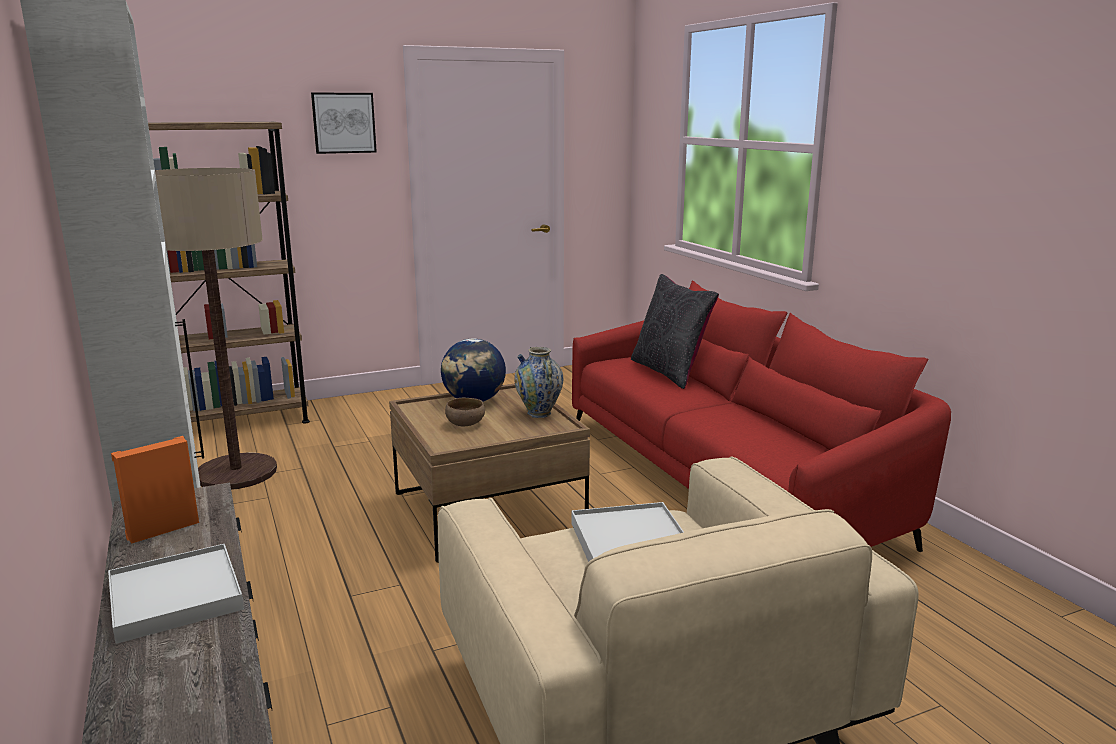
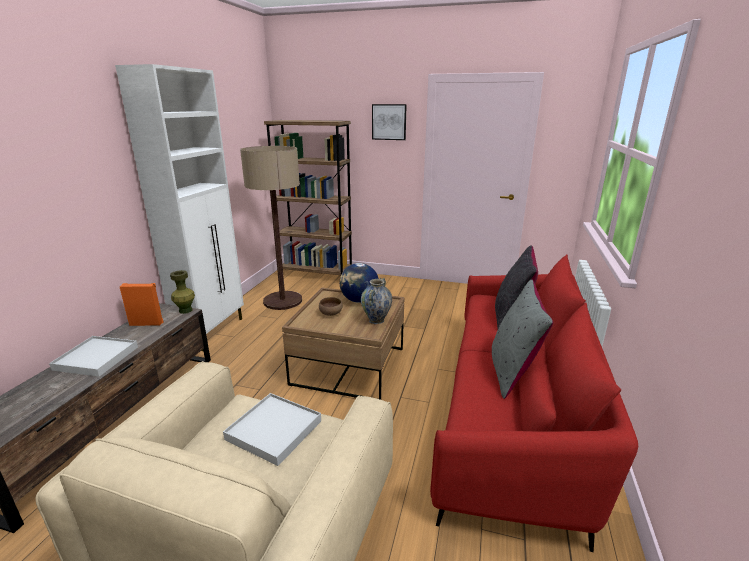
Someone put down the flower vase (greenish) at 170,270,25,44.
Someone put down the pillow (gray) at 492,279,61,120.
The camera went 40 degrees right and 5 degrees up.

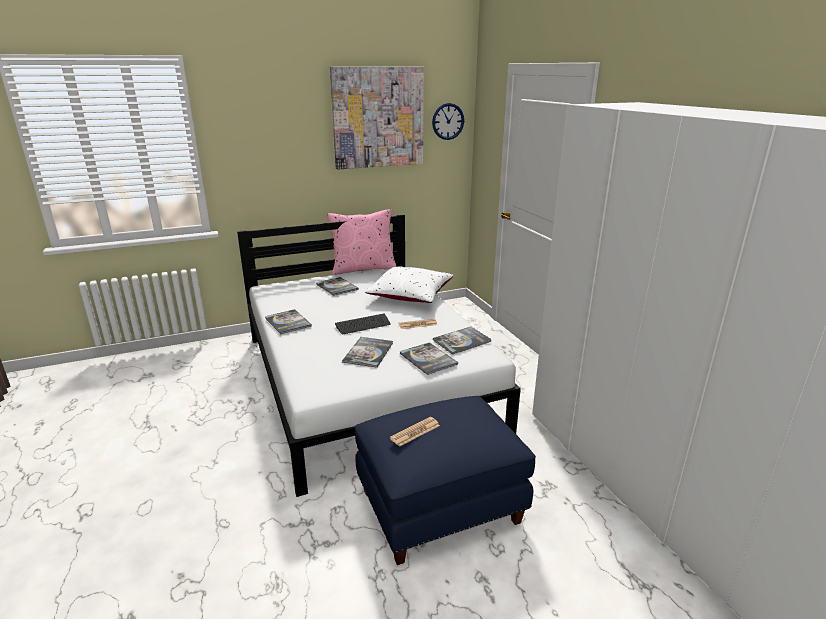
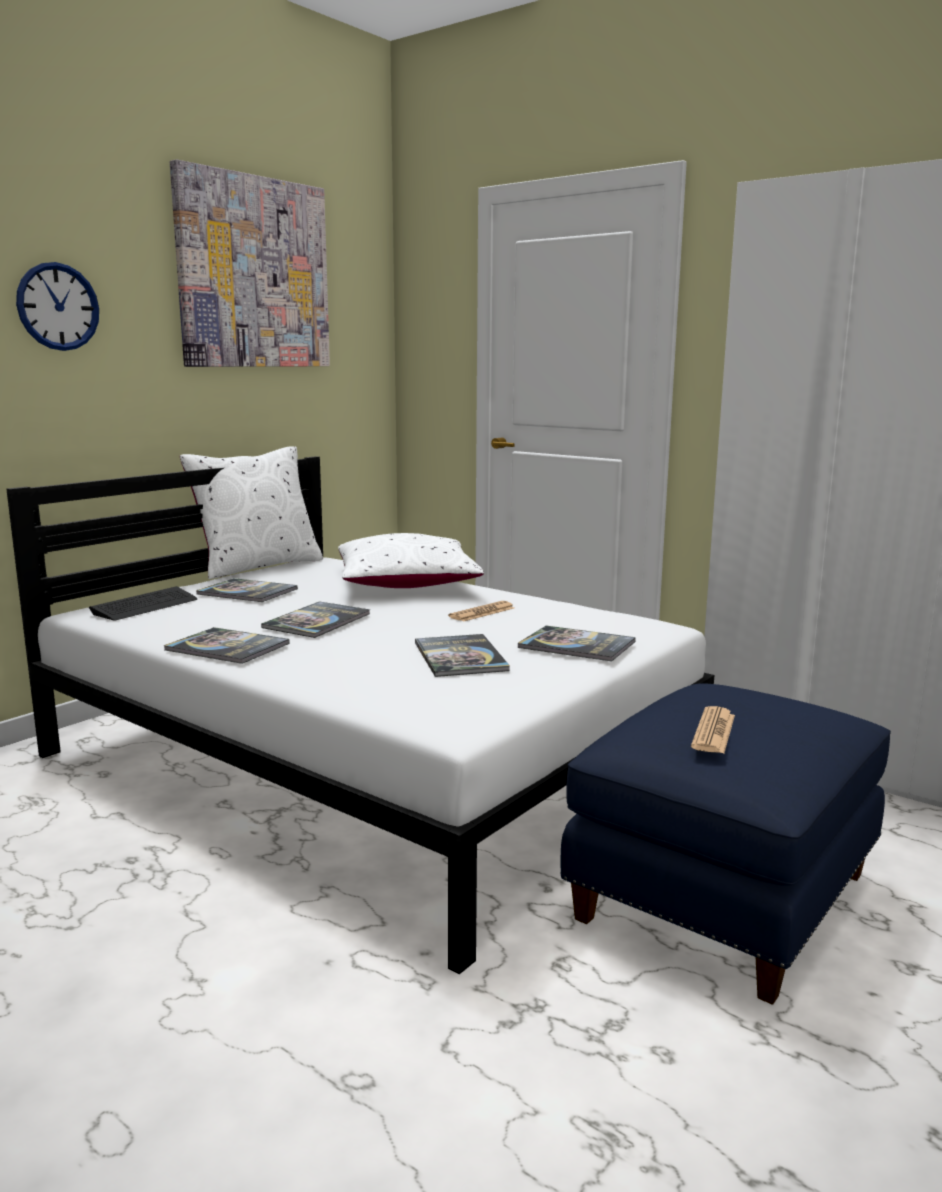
Someone carried the wall clock from 432,103,32,37 to 16,262,83,89.
Someone carried the PC keyboard from 335,313,56,21 to 89,586,108,34.
Someone repainted the pillow (pink-coloured) at 327,209,70,66, which became the pillow (whitish) at 180,446,143,133.
Someone carried the bound book from 433,327,59,27 to 261,601,109,37.
The camera went 30 degrees left and 10 degrees down.

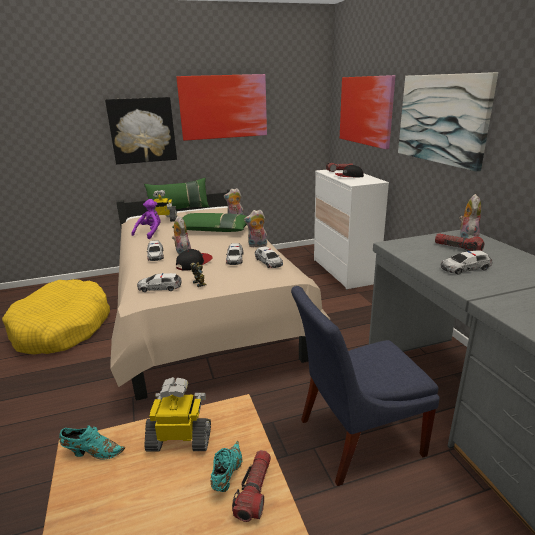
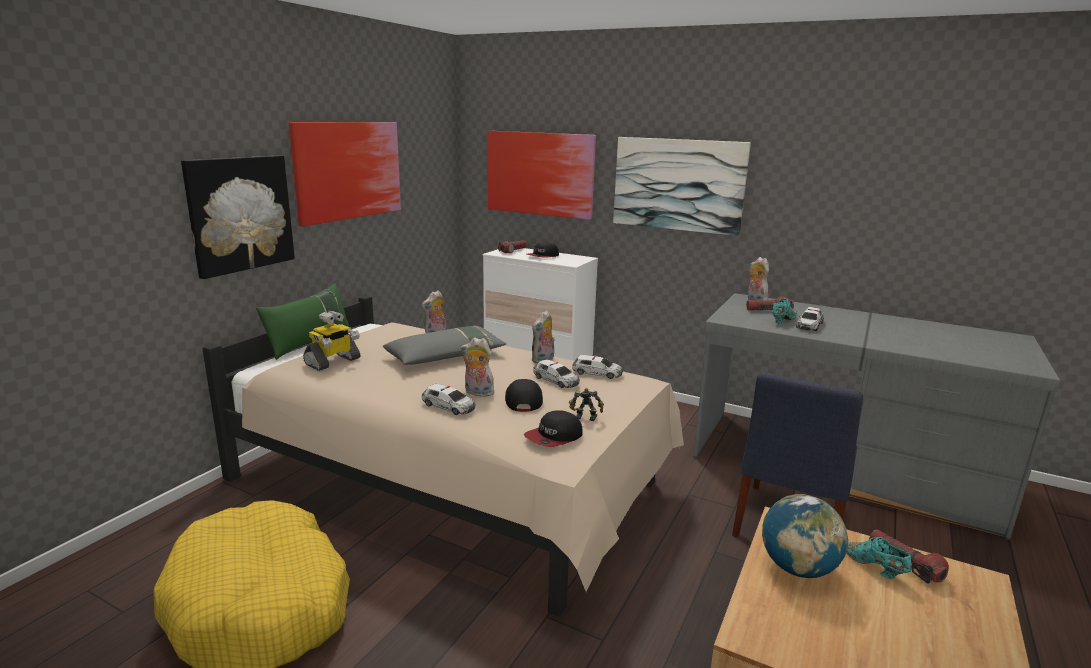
Someone repainted the pillow (greenish) at 172,213,75,19, which became the pillow (gray) at 383,326,124,39.
Someone swapped the toy car at 137,273,45,19 for the cap at 524,410,59,37.
Someone swapped the robot figure at 144,377,67,75 for the globe at 762,494,86,84.
Someone carried the shoe (turquoise-coloured) from 59,426,66,34 to 771,299,26,25.
Someone took away the cuddly toy (purple-coloured) at 131,199,30,40.
The camera went 45 degrees left and 5 degrees down.

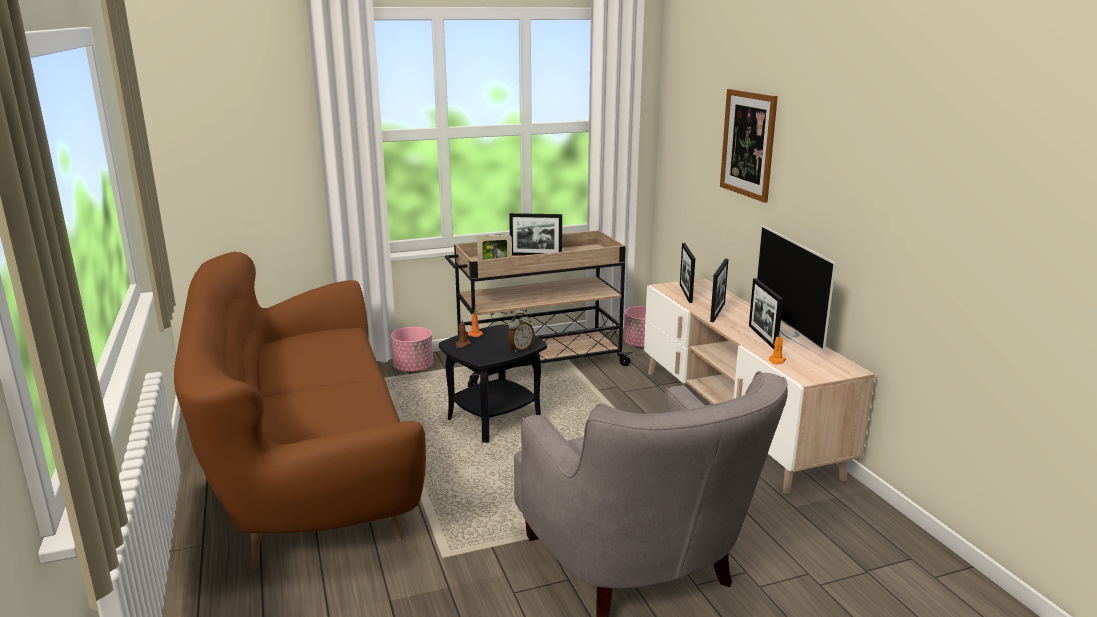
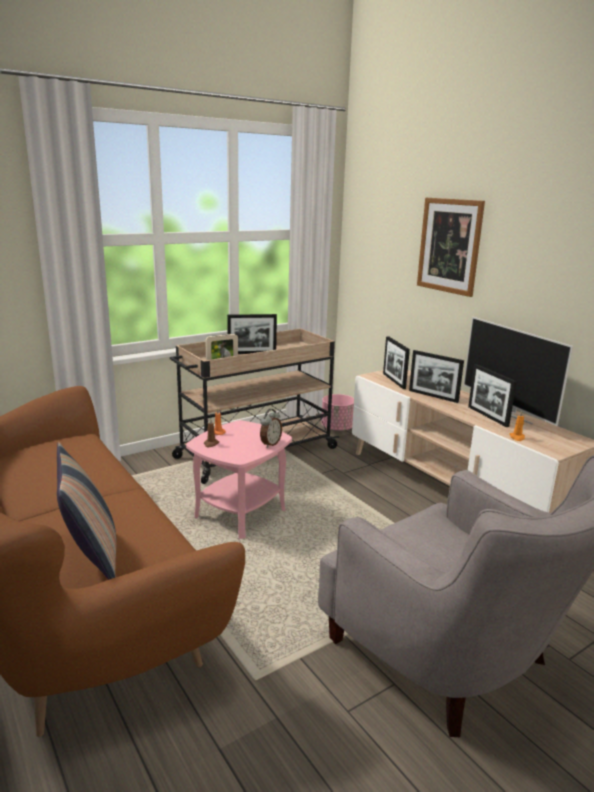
Someone put down the pillow at 57,442,60,138.
Someone repainted the end table (black-coloured) at 439,324,108,119, which became the end table (pink-coloured) at 186,420,106,119.
Someone rotated the picture frame at 710,259,19,63 by 120 degrees clockwise.
Someone took away the planter (pink-coloured) at 391,327,42,46.
The camera went 15 degrees left and 0 degrees up.

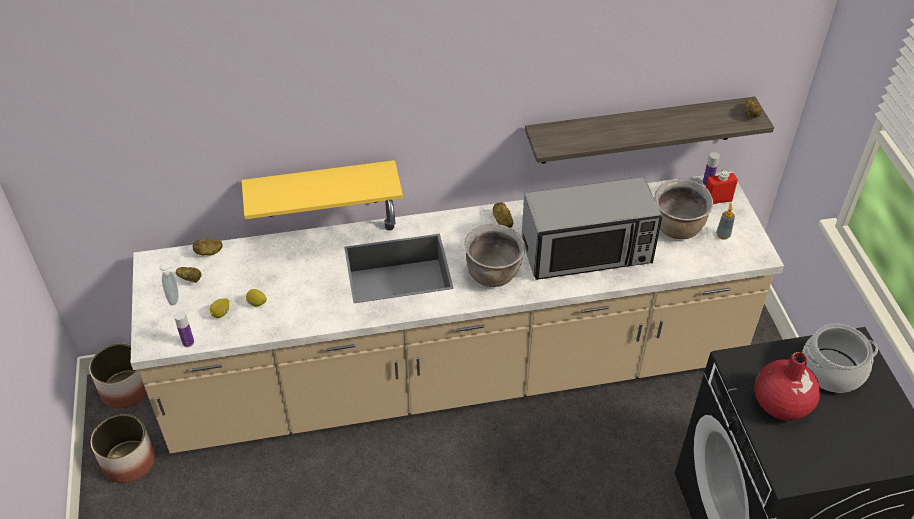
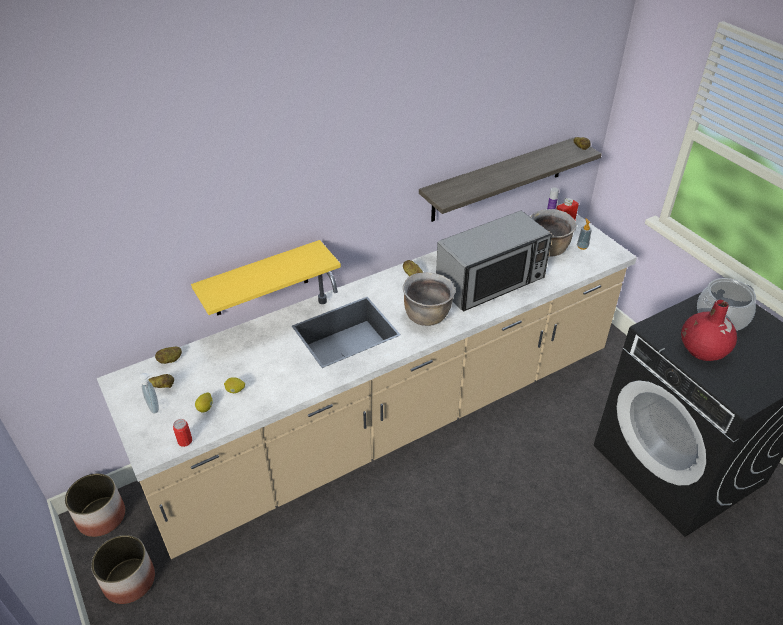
Someone swapped the drink bottle at 174,311,20,36 for the metal can at 173,419,19,28.
The camera went 20 degrees left and 5 degrees down.

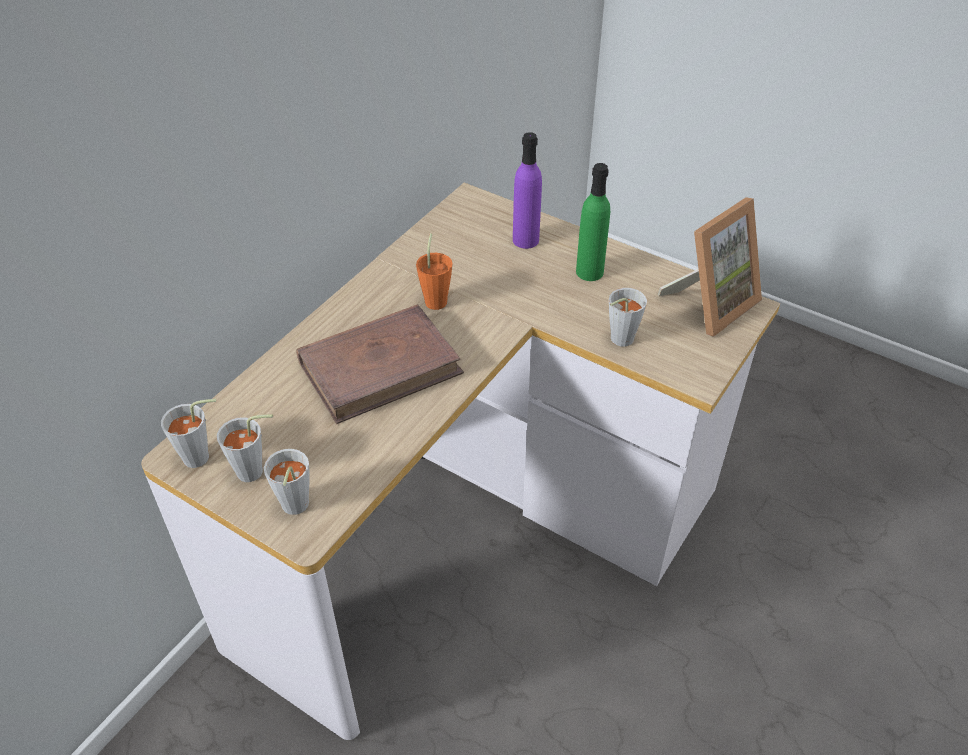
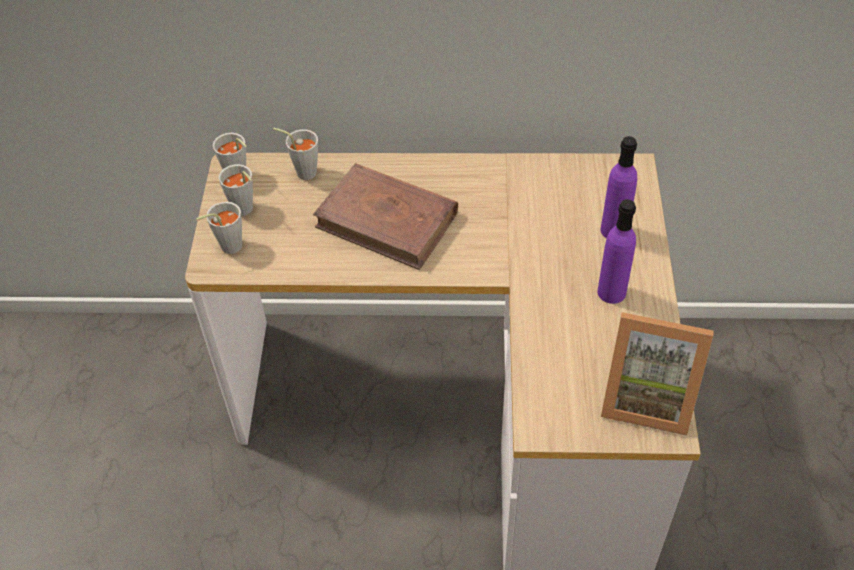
Someone carried the small cup (gray) from 609,288,38,59 to 273,128,45,52.
Someone repainted the drink bottle (greenish) at 576,163,34,118, which became the drink bottle (purple-coloured) at 598,199,38,105.
Someone took away the small cup (orange) at 416,233,36,77.
The camera went 60 degrees right and 5 degrees up.

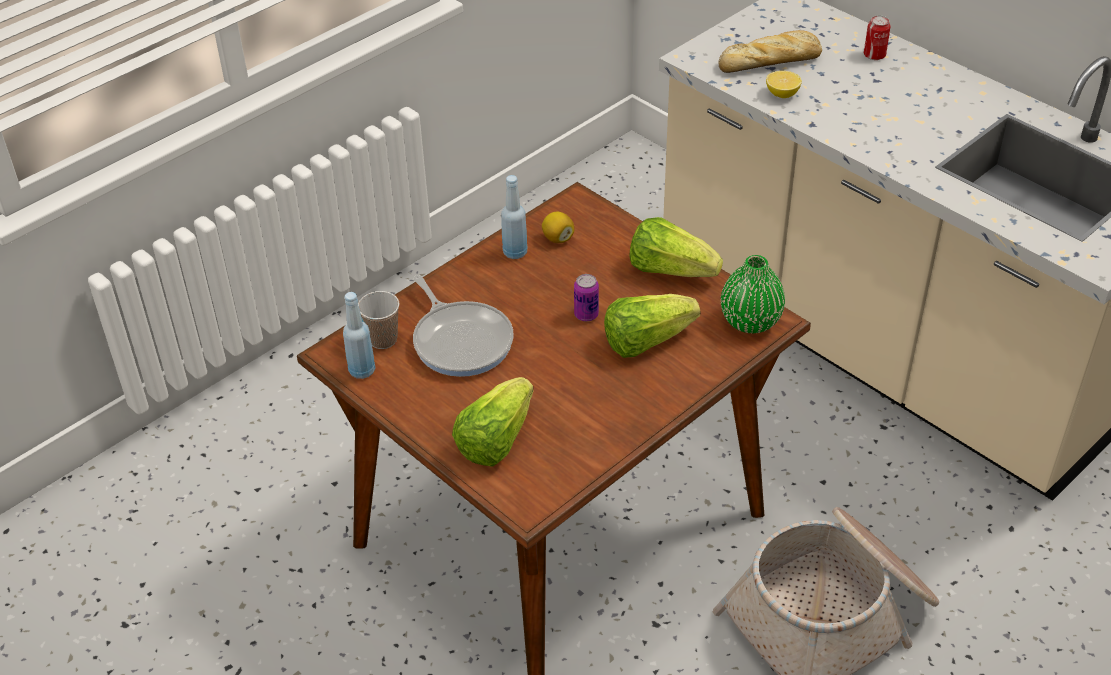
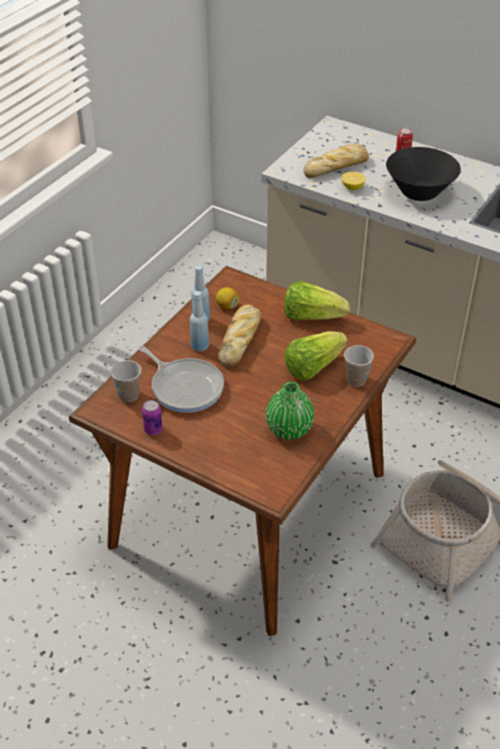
Someone carried the metal can from 574,274,25,47 to 142,400,21,35.
Someone carried the drink bottle (bluish) from 343,292,32,87 to 190,291,19,61.
Someone put down the bakery bread at 218,304,44,63.
Someone carried the flower vase (greenish) from 721,255,64,78 to 266,382,48,58.
Someone put down the small cup at 344,345,30,42.
Someone put down the serving bowl (black-coloured) at 386,147,75,54.
Someone took away the lettuce head at 452,377,81,90.
The camera went 15 degrees left and 0 degrees up.

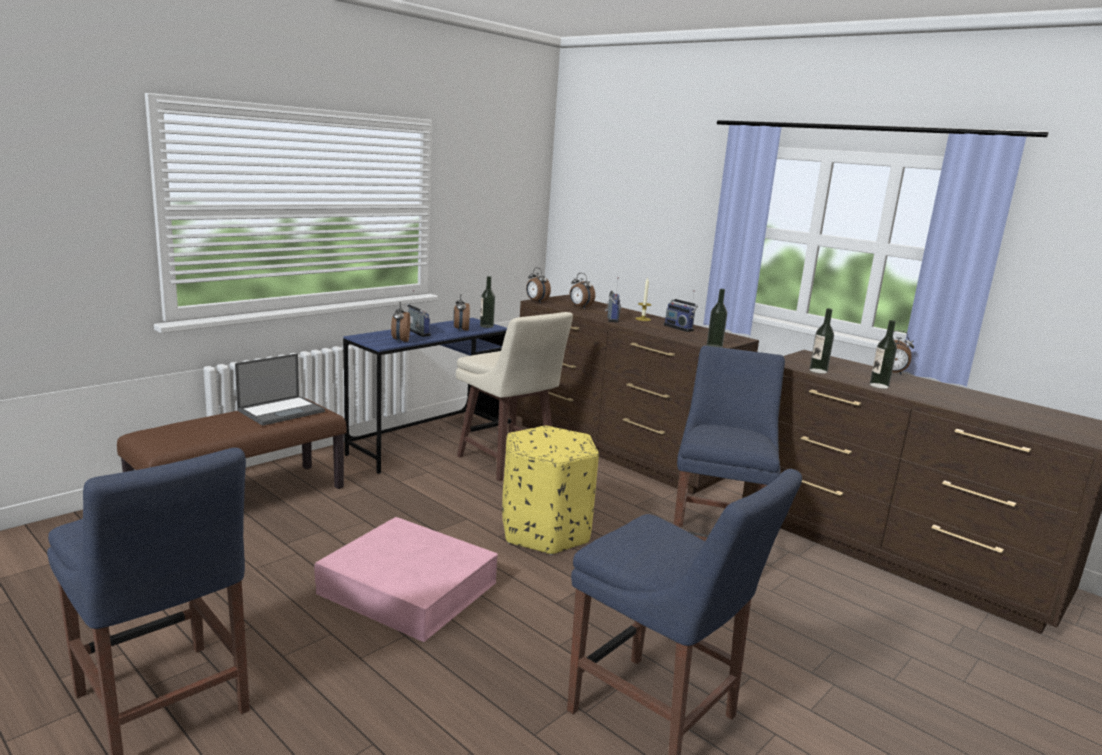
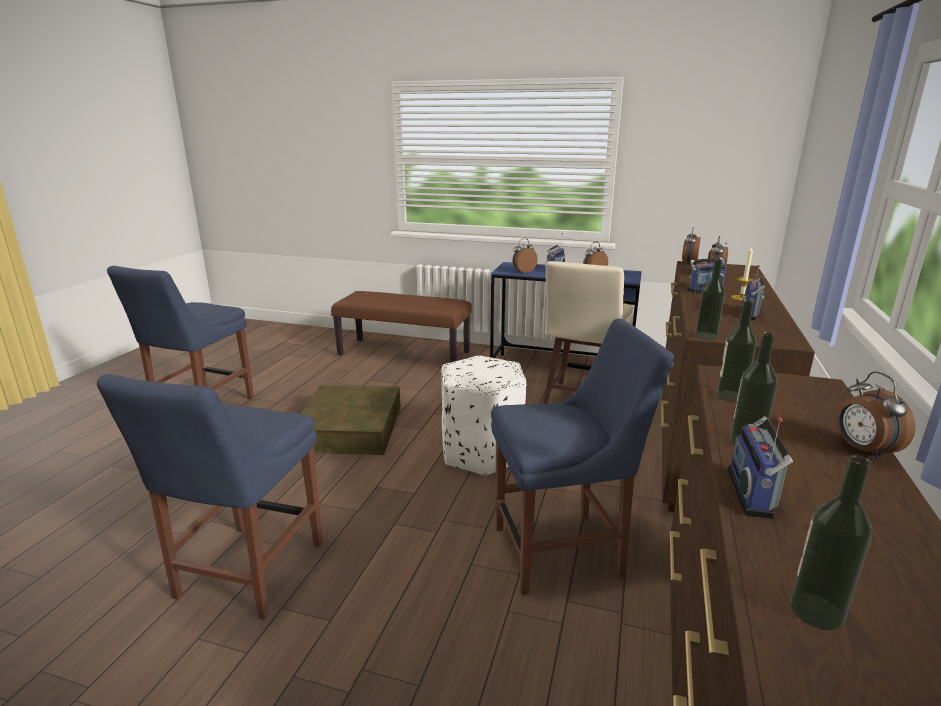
Someone repainted the storage bin (pink-coloured) at 314,517,184,125, which became the storage bin (brown-coloured) at 300,385,101,70.
Someone repainted the footrest (yellowish) at 502,426,97,129, which became the footrest (whitish) at 441,356,86,120.
Someone put down the radio receiver at 728,416,65,103.
Someone carried the drink bottle from 480,276,15,52 to 790,455,82,175.
Someone took away the portable computer at 235,354,90,72.
The camera went 65 degrees right and 5 degrees up.

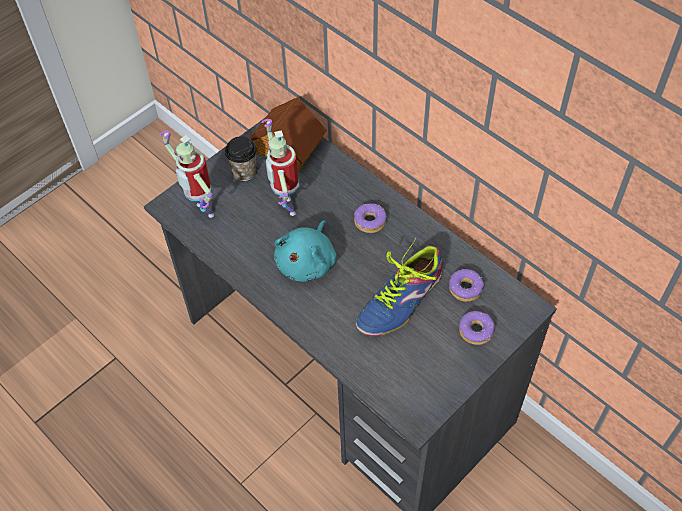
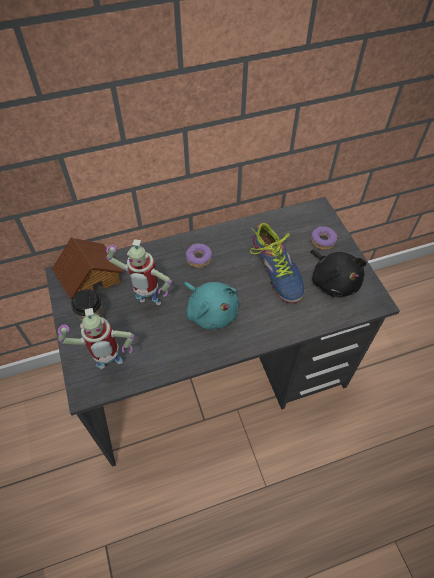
Someone put down the cuddly toy (black-coloured) at 311,250,56,47.
Someone took away the donut at 449,269,35,33.
The camera went 65 degrees left and 0 degrees up.

